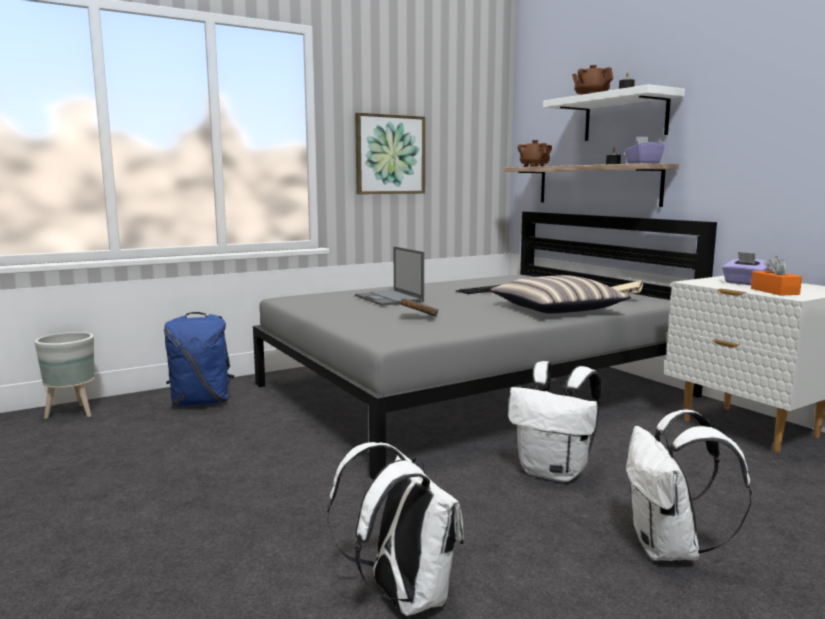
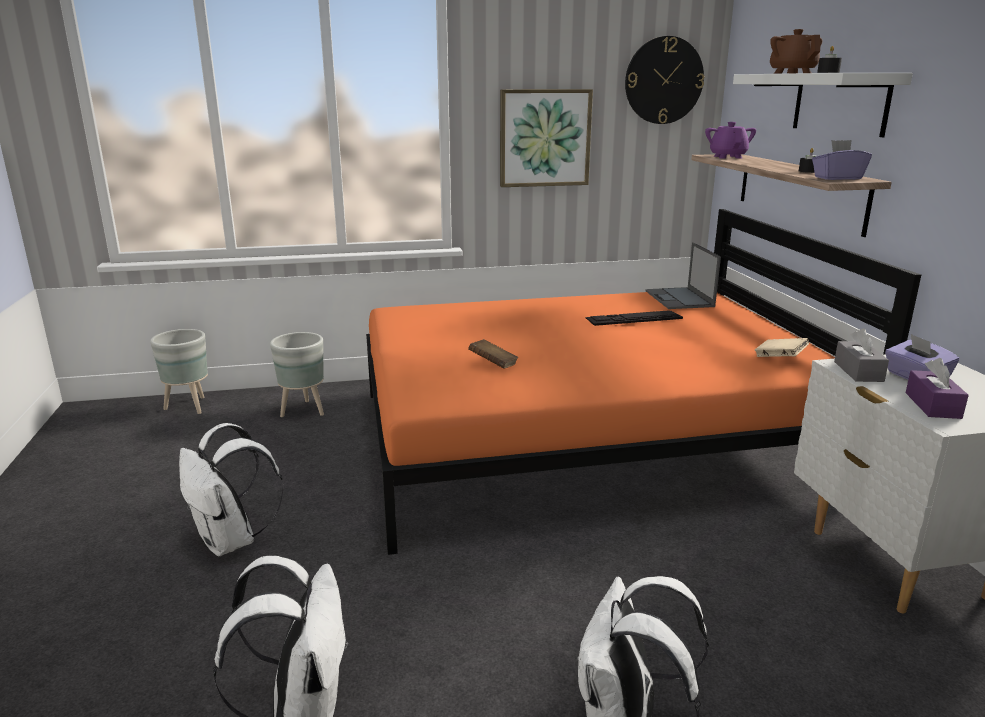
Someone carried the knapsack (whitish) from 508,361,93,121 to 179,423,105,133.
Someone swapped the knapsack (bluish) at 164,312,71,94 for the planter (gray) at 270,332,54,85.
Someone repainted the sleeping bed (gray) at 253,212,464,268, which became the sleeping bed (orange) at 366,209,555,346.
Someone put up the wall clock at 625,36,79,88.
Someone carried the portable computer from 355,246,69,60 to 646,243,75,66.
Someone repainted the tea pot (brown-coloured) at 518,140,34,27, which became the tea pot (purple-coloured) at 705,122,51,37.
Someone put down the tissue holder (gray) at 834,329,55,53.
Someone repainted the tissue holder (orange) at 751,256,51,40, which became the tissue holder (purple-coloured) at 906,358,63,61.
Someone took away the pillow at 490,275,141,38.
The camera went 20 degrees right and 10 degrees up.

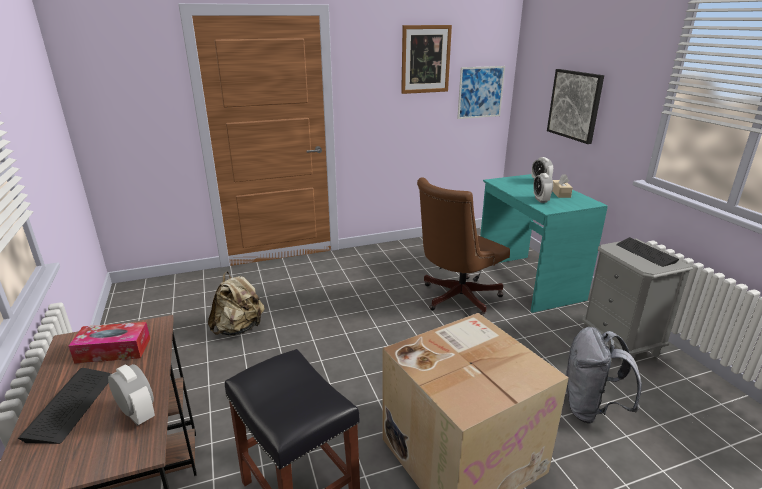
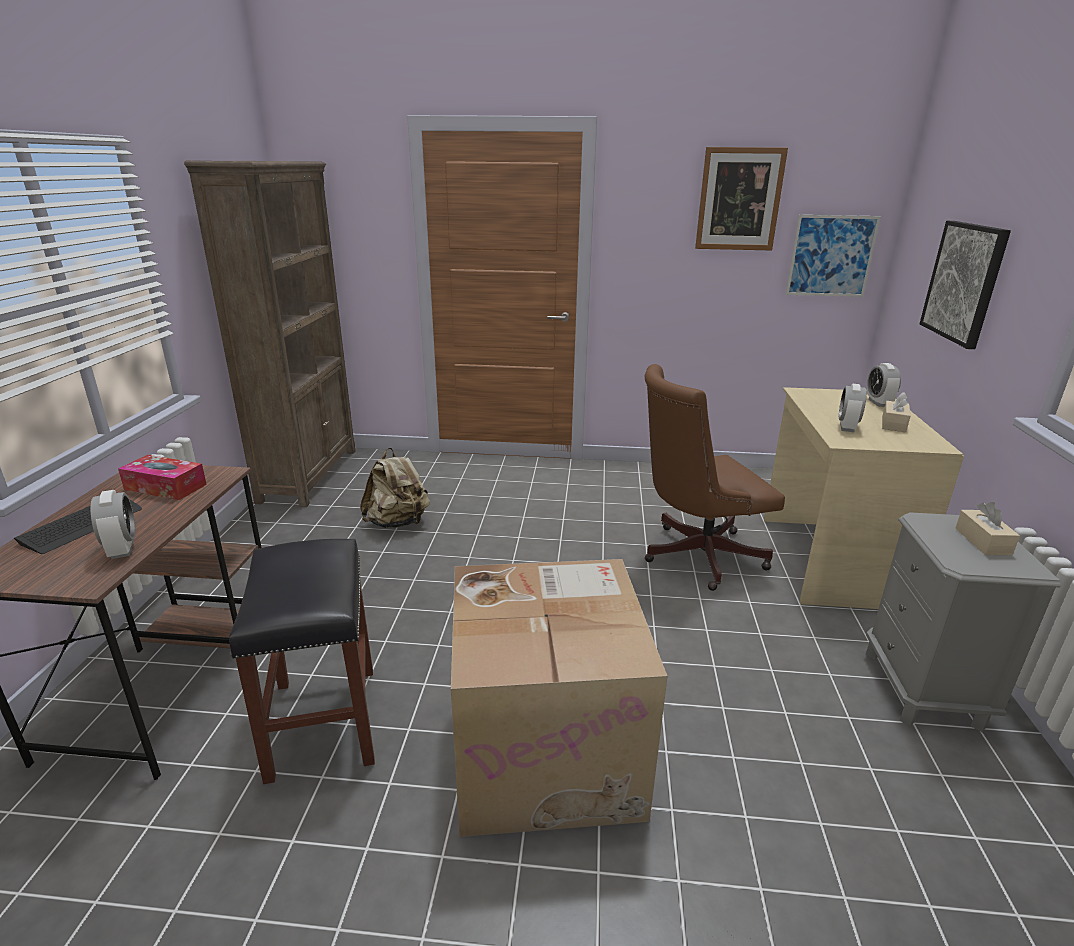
Someone put down the bookcase (brown-coloured) at 184,161,172,346.
Someone repainted the desk table (turquoise-coloured) at 480,174,128,139, which became the desk table (beige) at 764,387,200,222.
Someone swapped the PC keyboard at 616,237,63,30 for the tissue holder (beige) at 955,502,65,53.
Someone took away the knapsack (gray) at 566,327,76,97.
The camera went 25 degrees right and 0 degrees up.

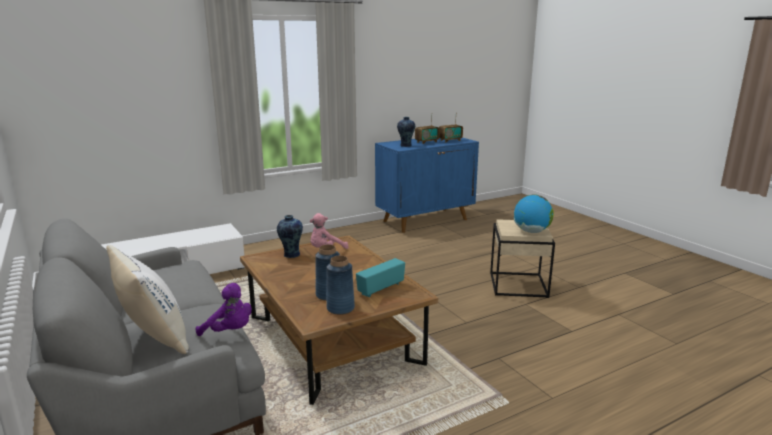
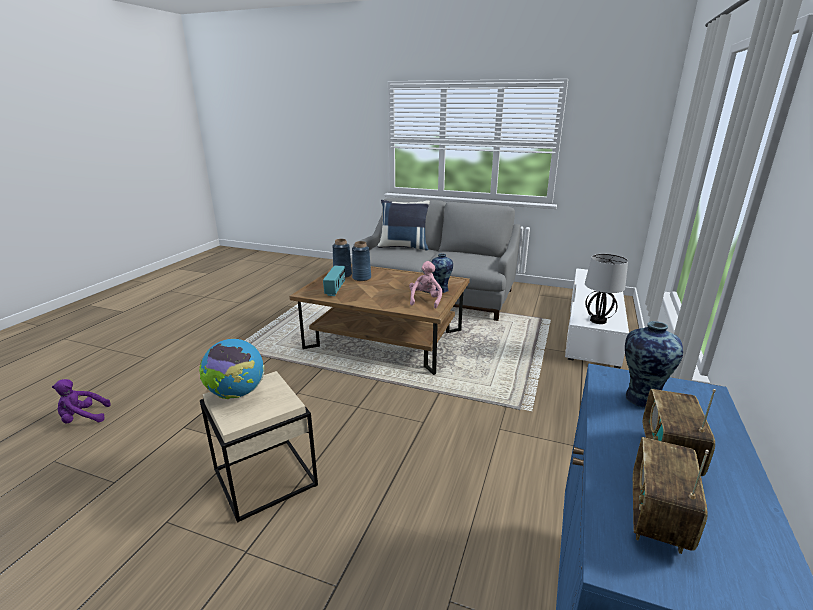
Someone carried the cuddly toy (purple-coloured) from 196,283,56,53 to 52,379,59,44.
Someone repainted the pillow (whitish) at 106,245,83,109, which became the pillow (bluish) at 377,200,53,51.
Someone put down the lamp for a table at 585,254,43,70.
The camera went 140 degrees right and 5 degrees up.

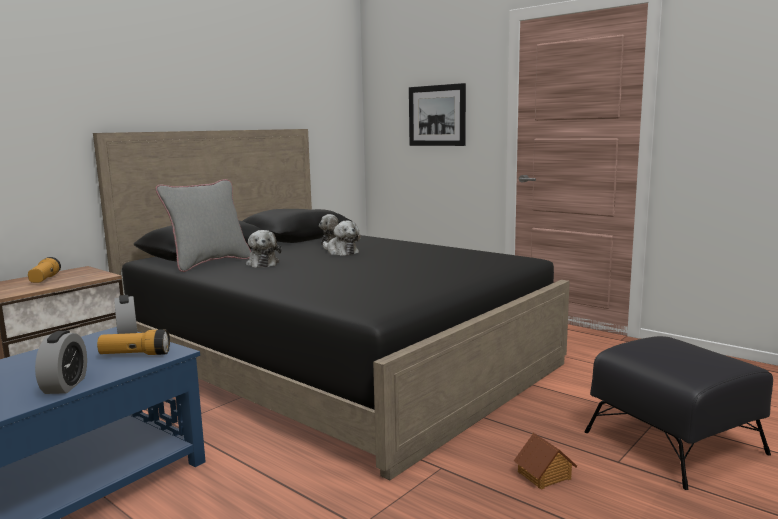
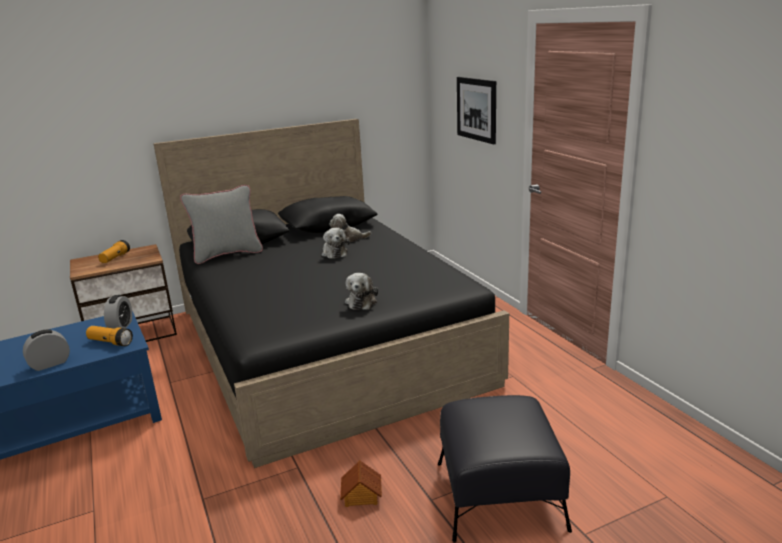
Someone rotated the table clock at 35,331,52,63 by 150 degrees counterclockwise.
Someone carried the cuddly toy from 246,230,35,38 to 345,273,33,37.
The camera went 25 degrees right and 10 degrees up.

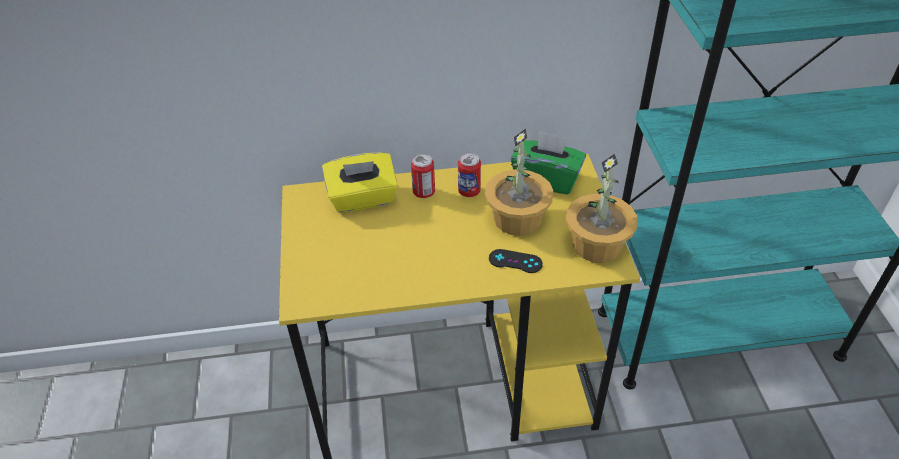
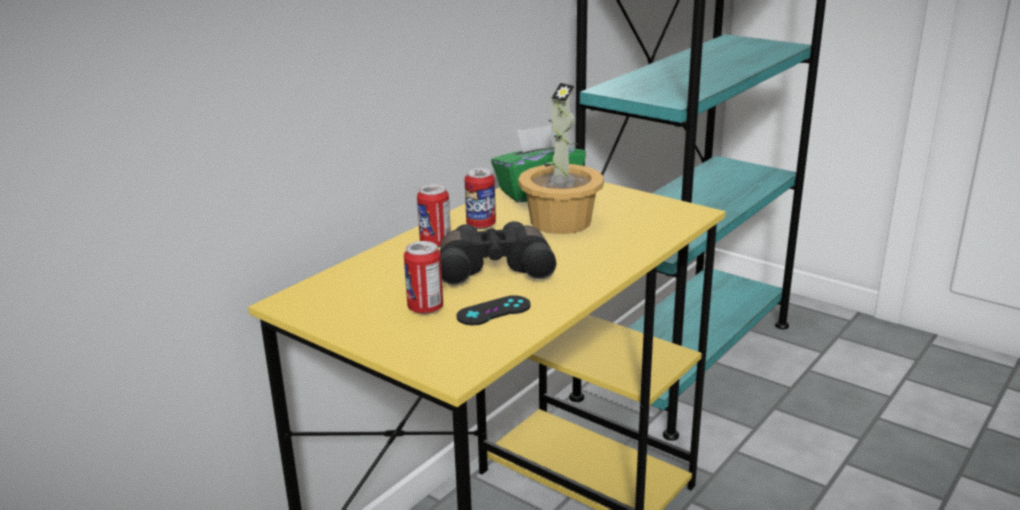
Someone put down the metal can at 404,241,39,73.
Someone put down the field glasses (black-coloured) at 440,221,116,64.
Someone carried the game controller (black-coloured) from 489,249,54,24 to 456,295,75,30.
Someone took away the tissue holder (yellowish) at 322,152,76,61.
Someone took away the potted plant at 566,154,72,109.
The camera went 45 degrees left and 20 degrees down.

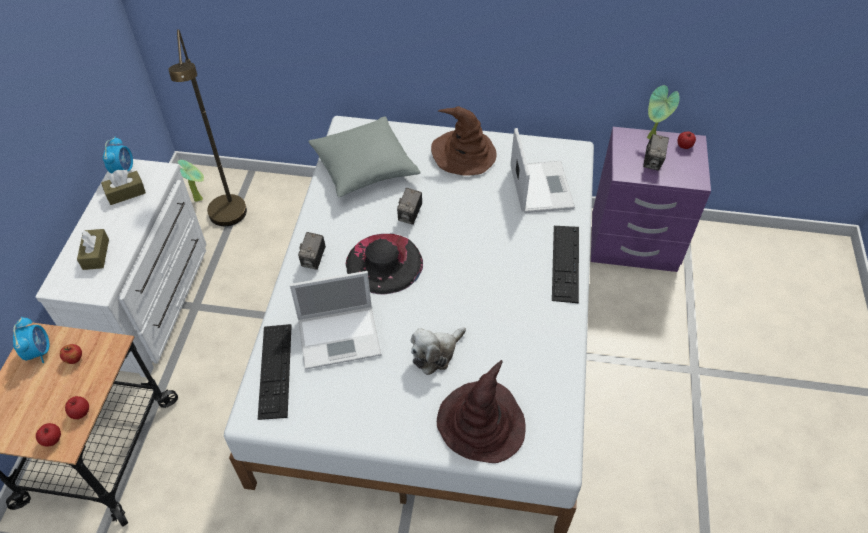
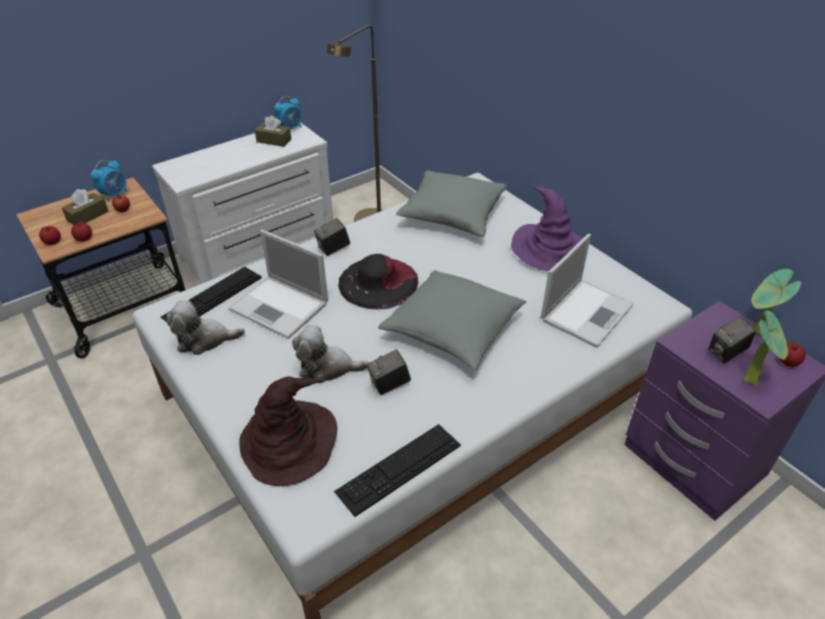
Someone carried the tissue holder (brown-coloured) from 77,229,32,41 to 62,189,47,36.
Someone put down the cuddly toy at 166,300,79,55.
Someone carried the PC keyboard from 552,226,27,77 to 334,424,127,93.
Someone carried the still camera from 397,188,25,37 to 367,349,44,46.
Someone put down the pillow (gray) at 378,270,149,100.
Someone repainted the hat (brown-coloured) at 431,106,66,70, which became the hat (purple-coloured) at 511,186,71,85.
Someone carried the potted plant from 177,160,27,42 to 744,311,44,75.
The camera went 45 degrees right and 10 degrees down.

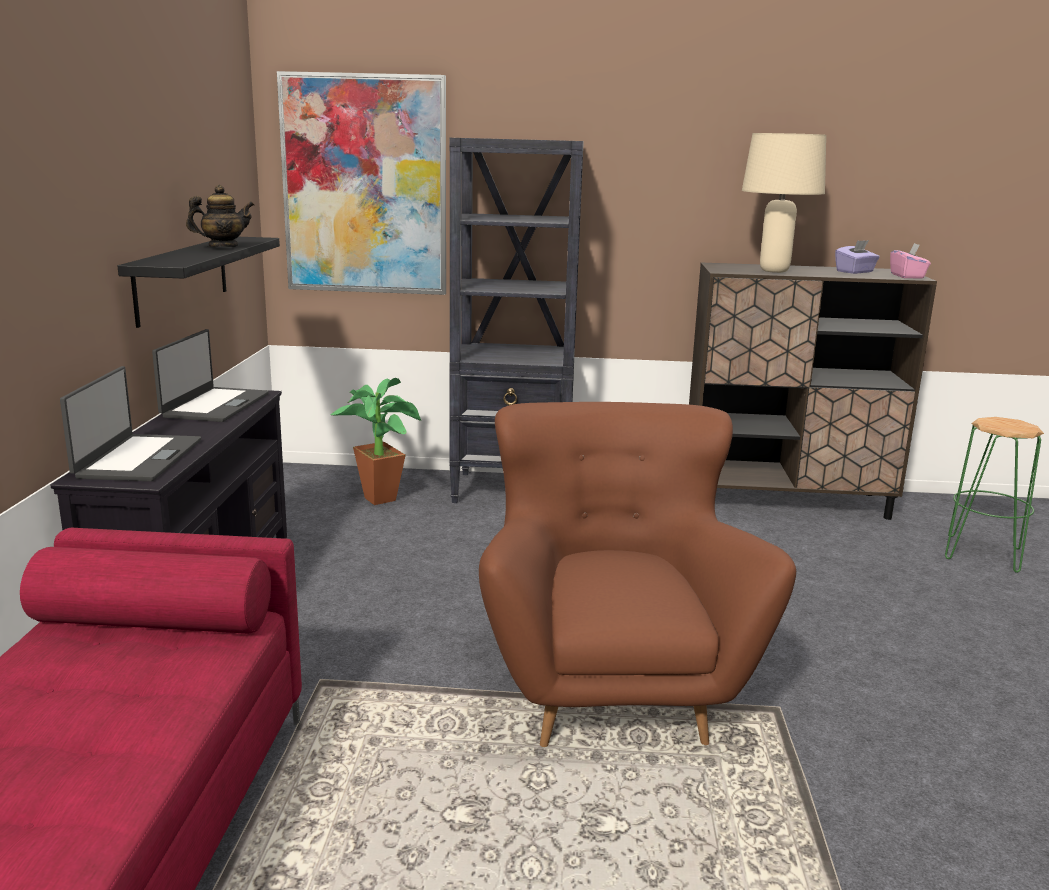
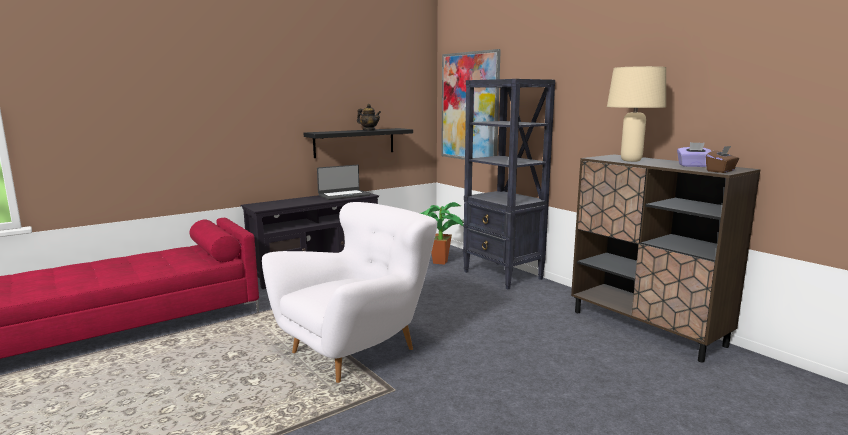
Someone repainted the easy chair (brown-coloured) at 479,402,317,345, which became the easy chair (whitish) at 262,202,175,181.
Someone repainted the tissue holder (pink-coloured) at 890,243,41,36, which became the tissue holder (brown-coloured) at 706,146,33,27.
Someone took away the portable computer at 60,366,141,115.
Someone took away the stool (greenish) at 945,417,99,156.
The camera went 50 degrees right and 5 degrees down.

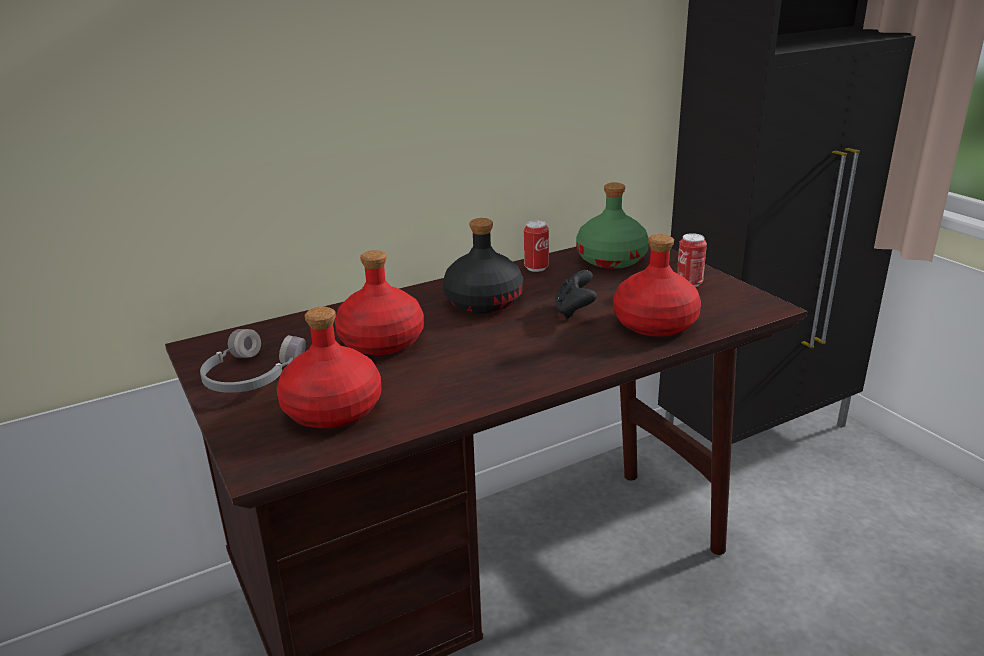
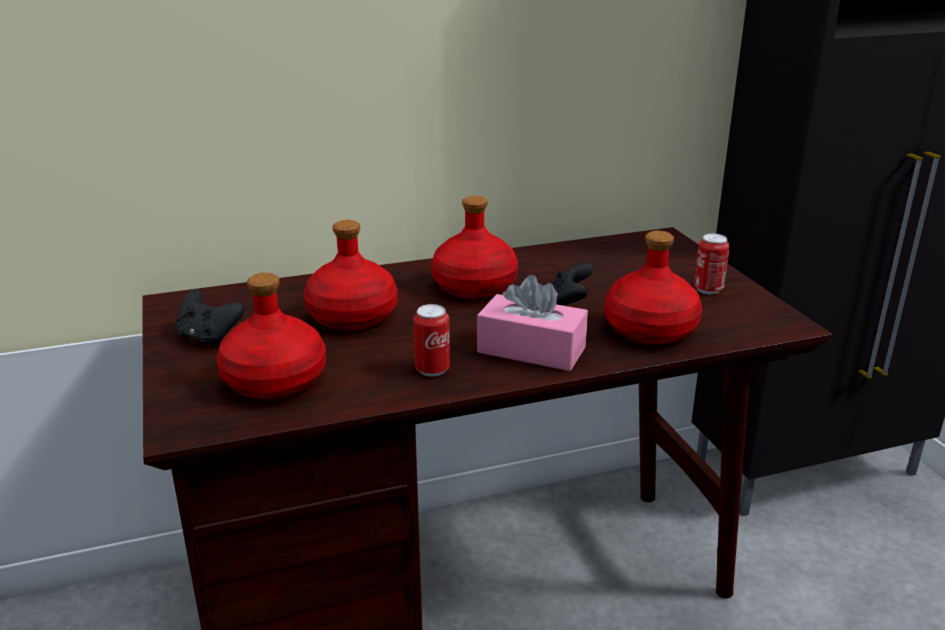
Someone swapped the pair of headphones (gray) at 200,329,106,64 for the game controller (black-coloured) at 176,289,69,58.
Someone carried the metal can from 524,220,25,52 to 413,304,37,73.
Someone repainted the drink bottle (black-coloured) at 443,218,80,96, which became the drink bottle (reddish) at 431,196,87,103.
Someone put down the tissue holder (pink-coloured) at 477,275,111,96.
Someone took away the drink bottle (greenish) at 576,183,73,86.
The camera went 10 degrees right and 0 degrees up.

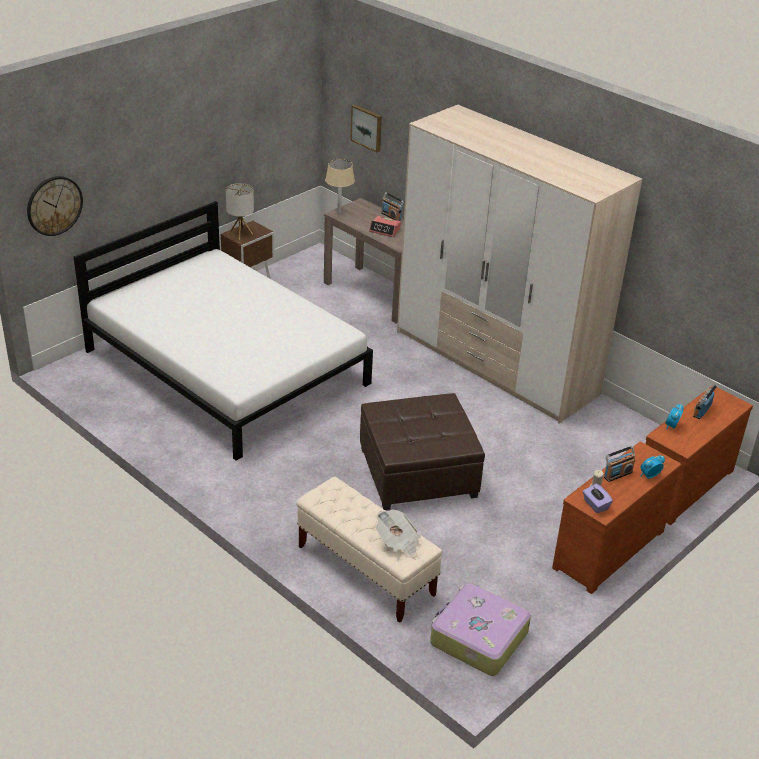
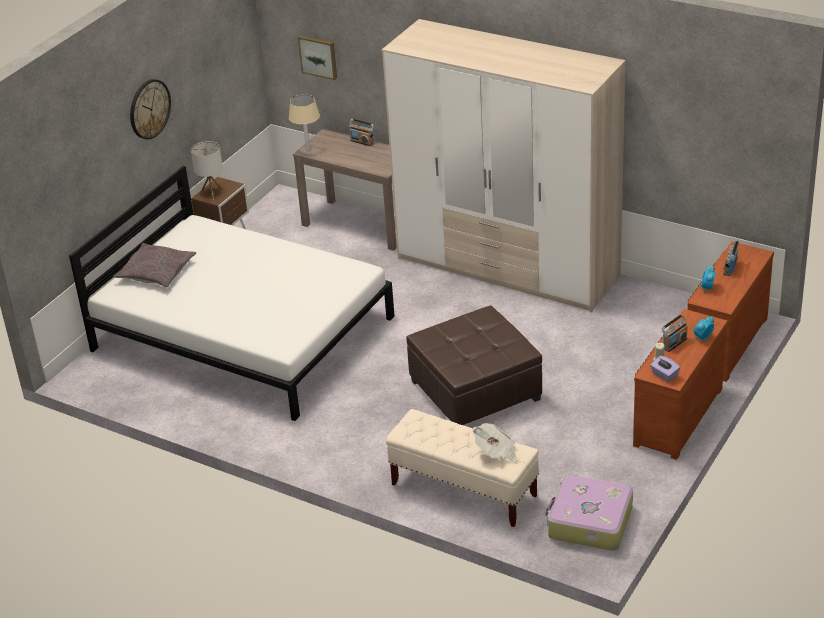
Someone put down the pillow (gray) at 113,243,83,44.
Someone carried the wall clock from 27,176,56,60 to 130,79,41,60.
Someone took away the table clock at 369,216,32,21.
The camera went 10 degrees left and 0 degrees up.

